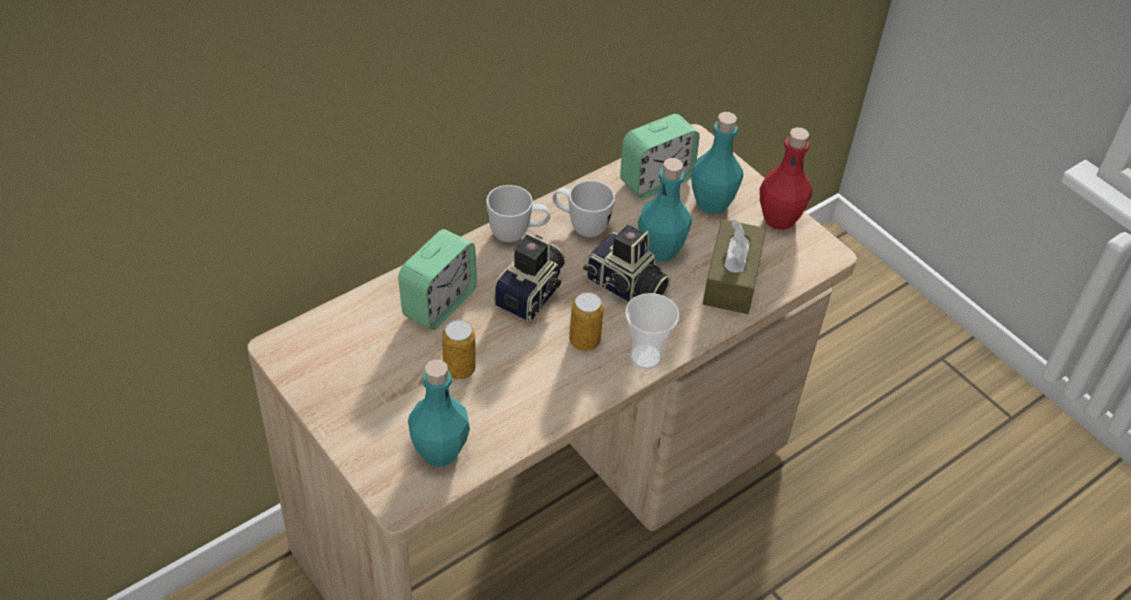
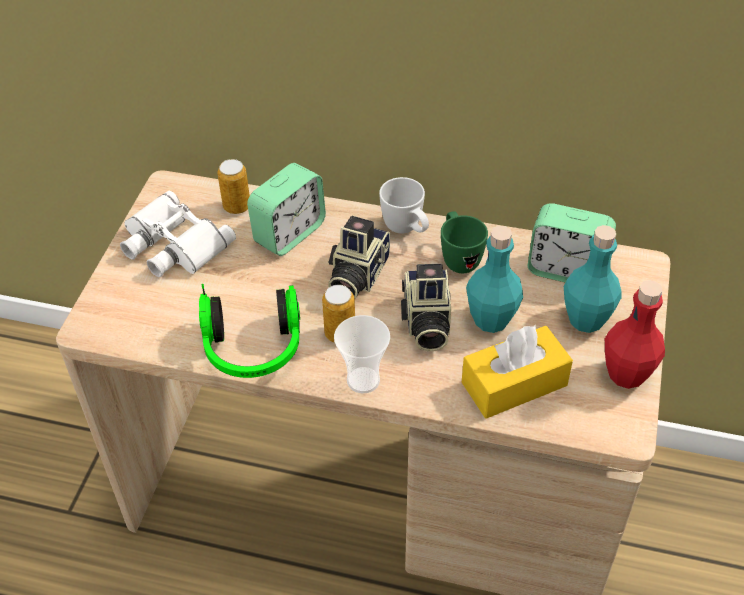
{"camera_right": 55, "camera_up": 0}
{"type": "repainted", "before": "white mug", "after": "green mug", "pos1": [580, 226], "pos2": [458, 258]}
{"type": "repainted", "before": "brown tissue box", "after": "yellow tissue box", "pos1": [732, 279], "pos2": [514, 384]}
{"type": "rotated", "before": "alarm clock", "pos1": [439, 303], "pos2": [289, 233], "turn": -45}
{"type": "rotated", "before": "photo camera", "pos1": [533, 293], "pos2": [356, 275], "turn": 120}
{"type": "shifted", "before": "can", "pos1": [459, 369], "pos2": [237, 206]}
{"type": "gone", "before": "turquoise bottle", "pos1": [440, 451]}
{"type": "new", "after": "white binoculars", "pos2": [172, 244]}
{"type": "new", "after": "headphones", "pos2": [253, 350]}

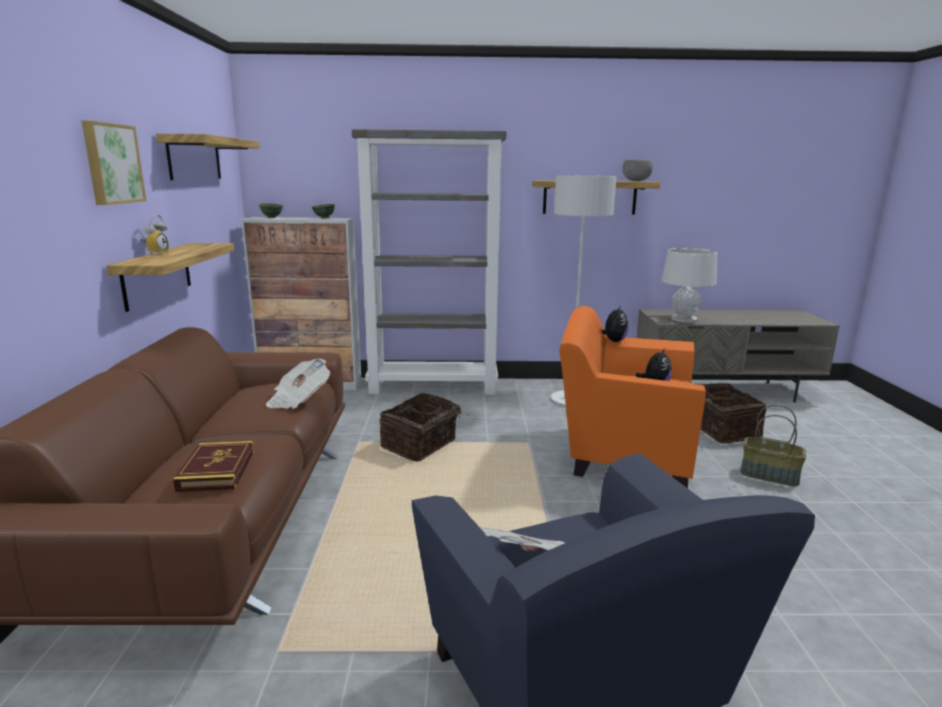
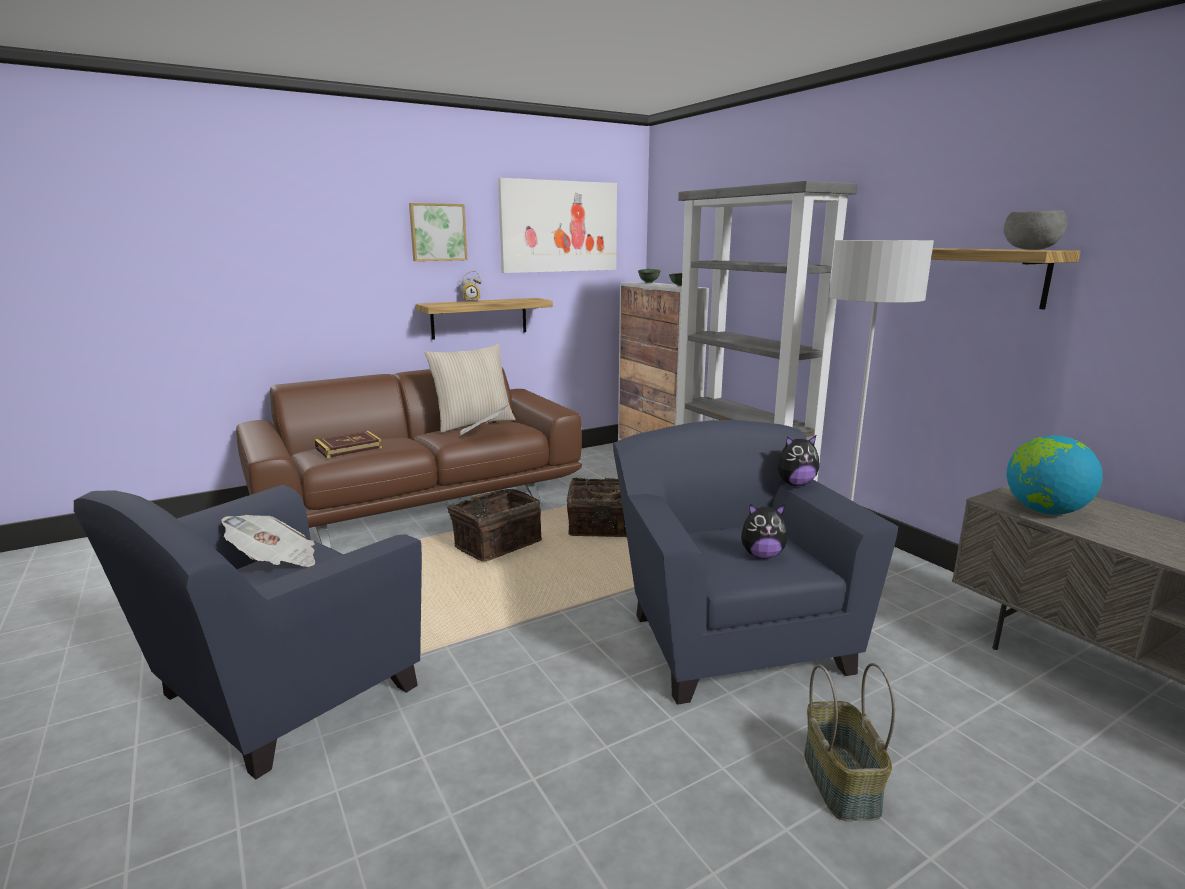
{"camera_right": 60, "camera_up": 0}
{"type": "swapped", "before": "shelf", "after": "picture", "pos1": [194, 158], "pos2": [559, 226]}
{"type": "swapped", "before": "grey table lamp", "after": "globe", "pos1": [684, 319], "pos2": [1044, 511]}
{"type": "repainted", "before": "orange armchair", "after": "blue armchair", "pos1": [621, 455], "pos2": [730, 636]}
{"type": "shifted", "before": "basket", "pos1": [721, 430], "pos2": [496, 544]}
{"type": "new", "after": "beige pillow", "pos2": [473, 423]}

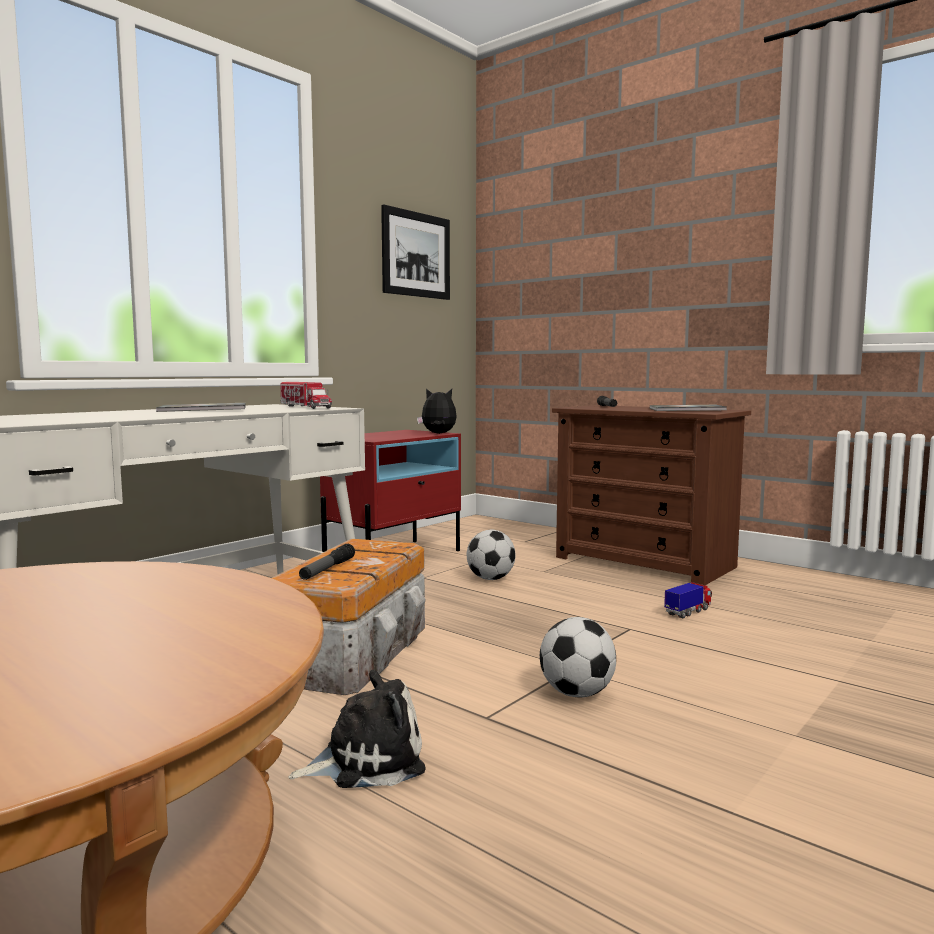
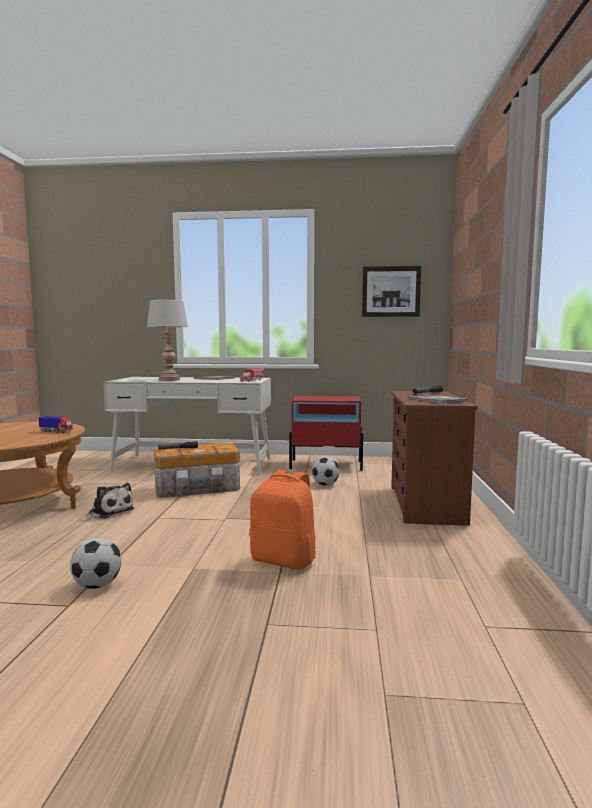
{"camera_right": 55, "camera_up": 0}
{"type": "gone", "before": "plush toy", "pos1": [438, 433]}
{"type": "shifted", "before": "toy truck", "pos1": [688, 612], "pos2": [56, 431]}
{"type": "shifted", "before": "football", "pos1": [576, 693], "pos2": [98, 585]}
{"type": "new", "after": "grey table lamp", "pos2": [169, 380]}
{"type": "new", "after": "orange backpack", "pos2": [284, 560]}

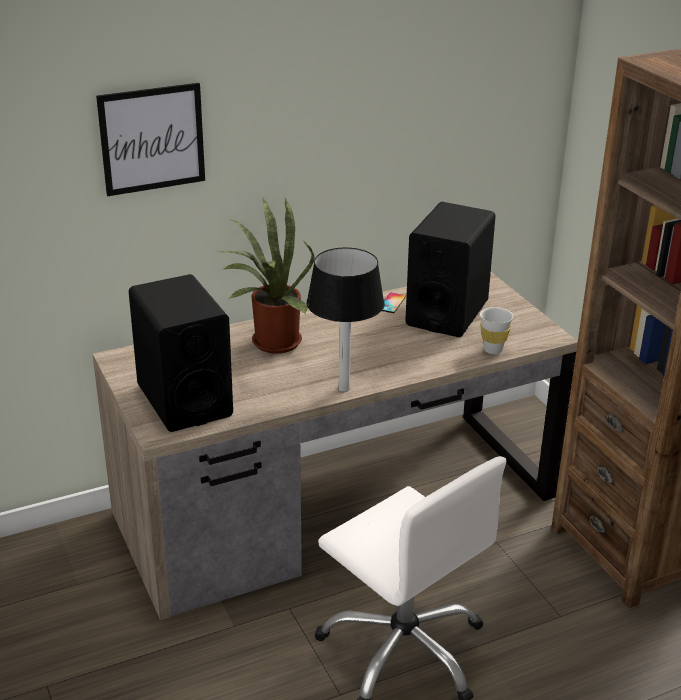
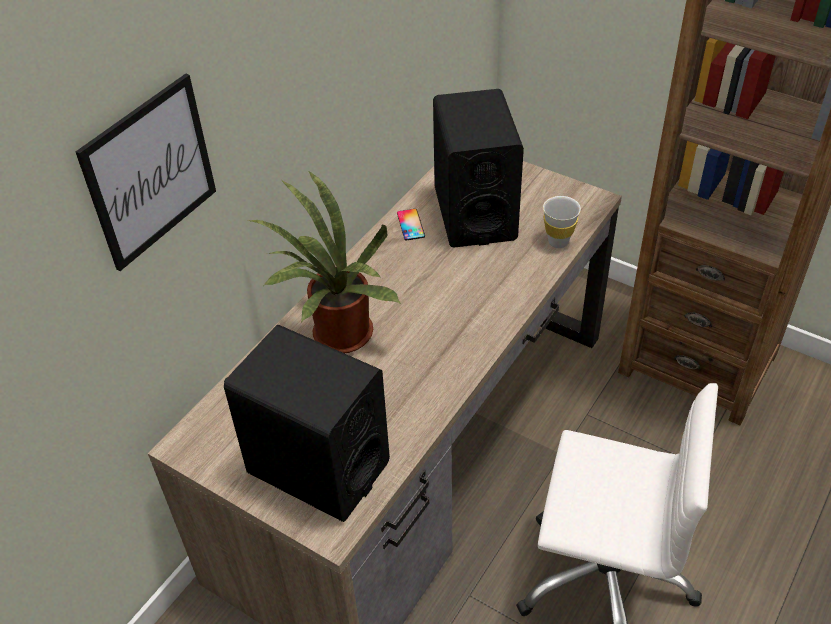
{"camera_right": -30, "camera_up": 15}
{"type": "gone", "before": "table lamp", "pos1": [343, 388]}

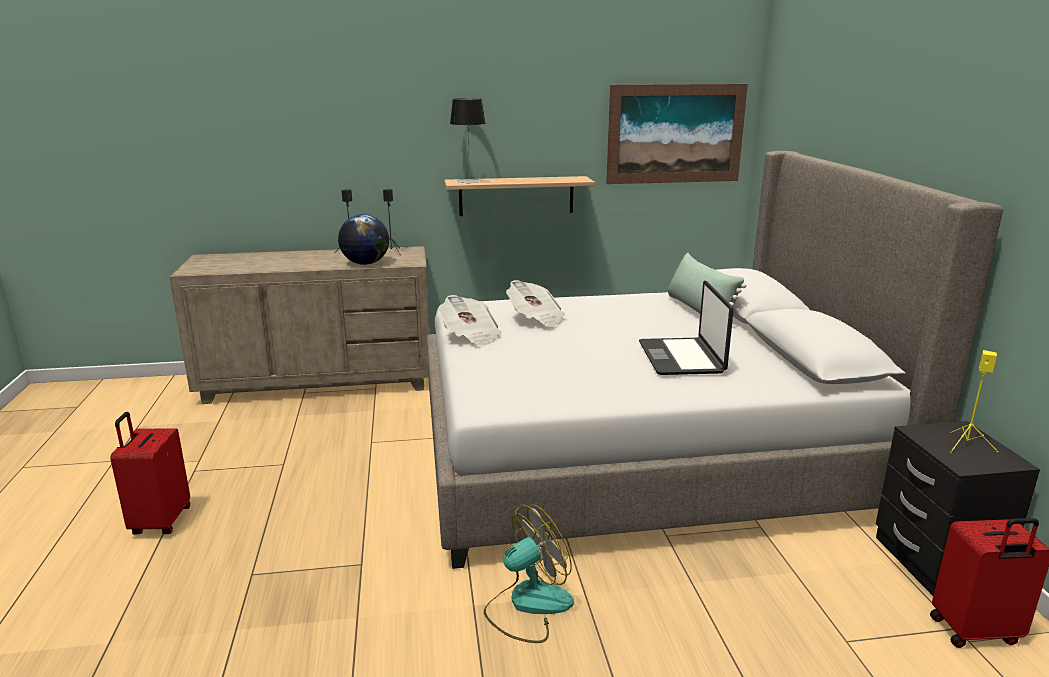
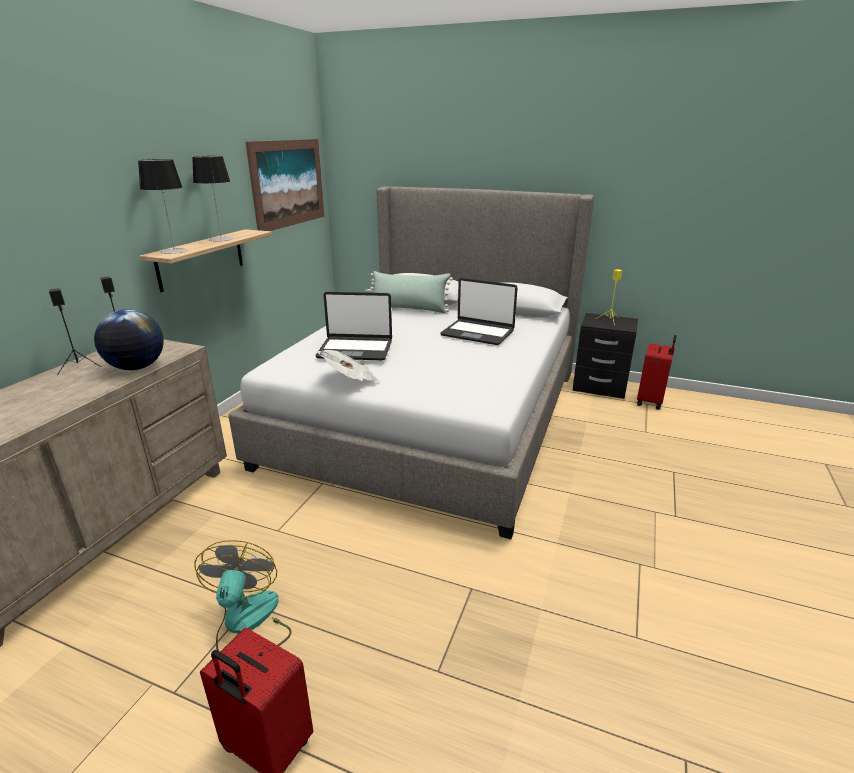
{"camera_right": -60, "camera_up": 5}
{"type": "swapped", "before": "newspaper", "after": "laptop", "pos1": [536, 318], "pos2": [355, 350]}
{"type": "shifted", "before": "fan", "pos1": [528, 605], "pos2": [248, 624]}
{"type": "new", "after": "table lamp", "pos2": [221, 239]}

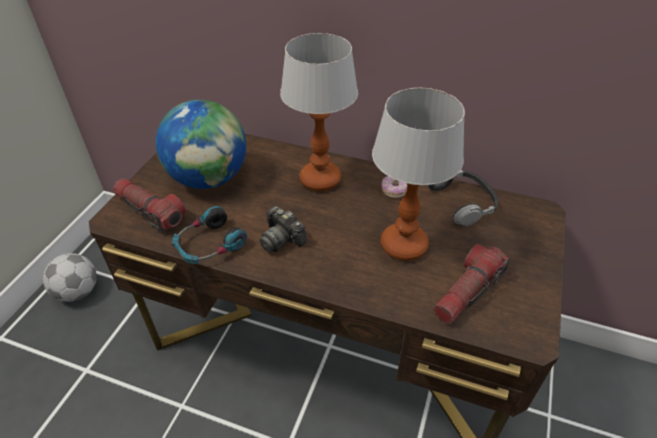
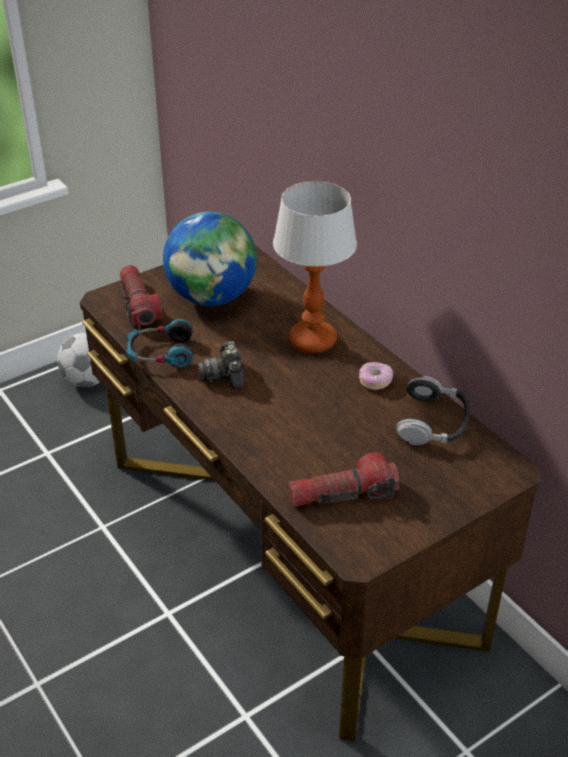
{"camera_right": 35, "camera_up": -5}
{"type": "gone", "before": "table lamp", "pos1": [403, 245]}

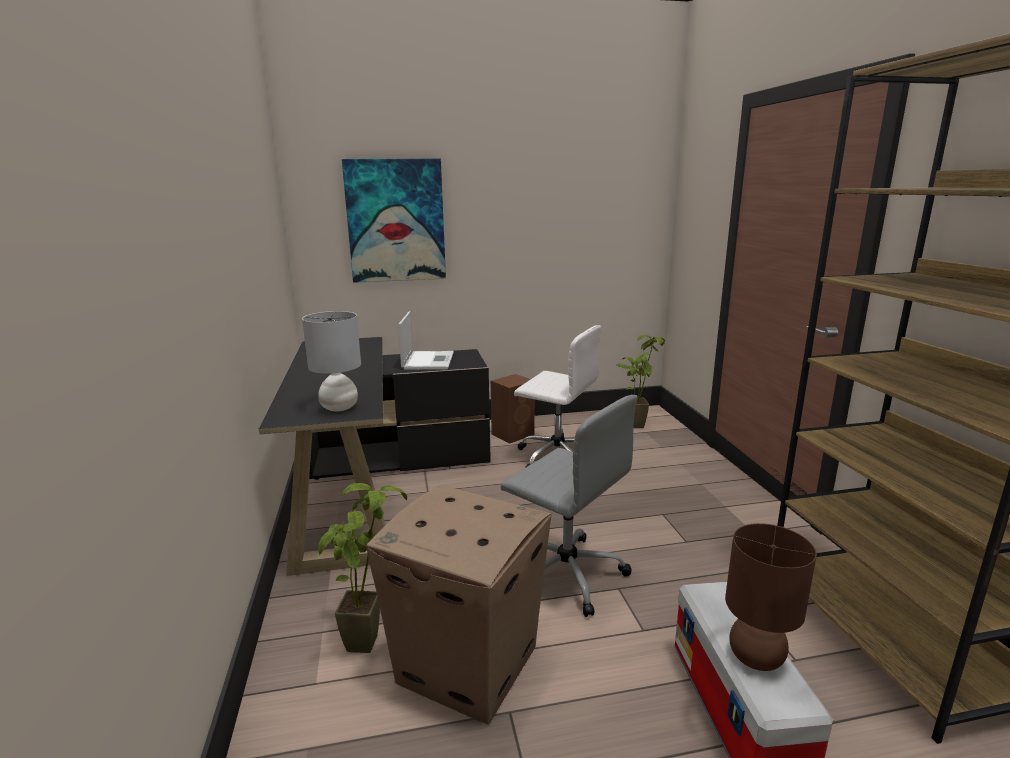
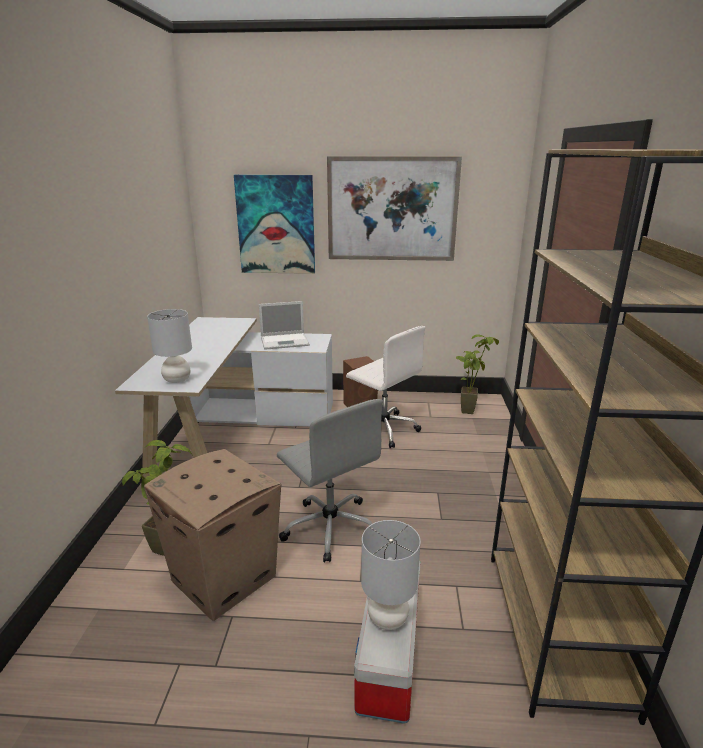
{"camera_right": 15, "camera_up": 5}
{"type": "rotated", "before": "laptop", "pos1": [428, 360], "pos2": [285, 341], "turn": 60}
{"type": "repainted", "before": "black desk", "after": "white desk", "pos1": [377, 485], "pos2": [235, 433]}
{"type": "repainted", "before": "brown table lamp", "after": "grey table lamp", "pos1": [756, 658], "pos2": [388, 619]}
{"type": "new", "after": "picture", "pos2": [392, 209]}

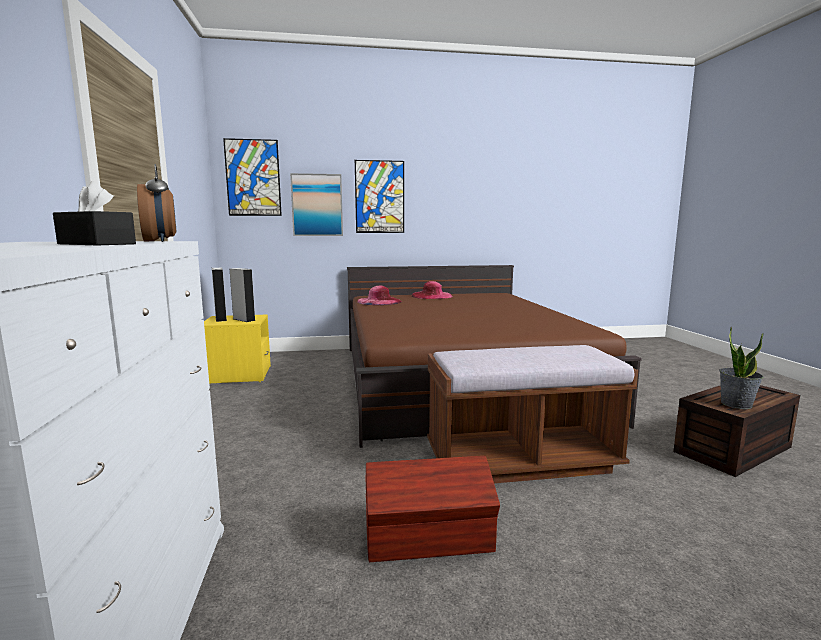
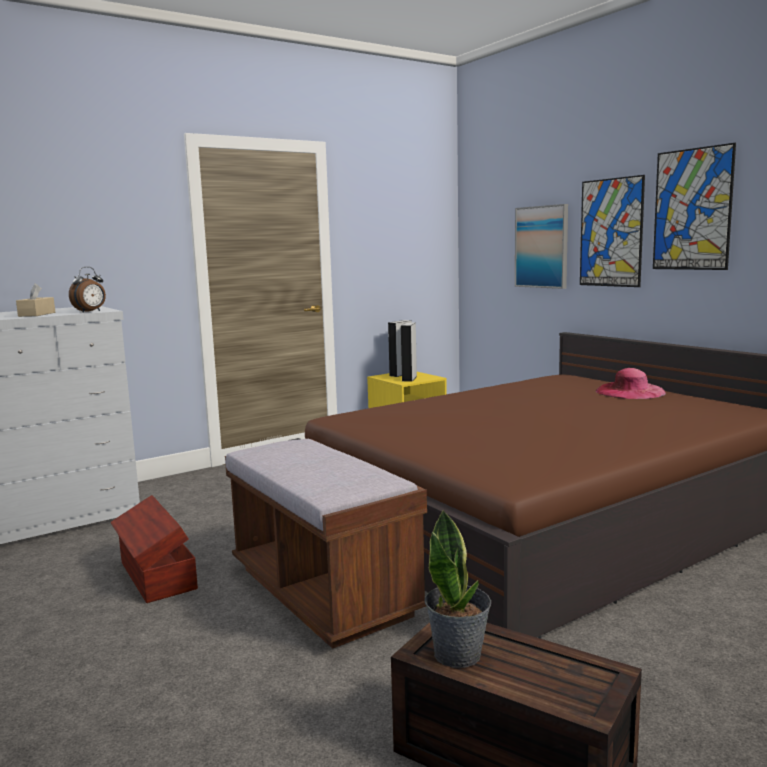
{"camera_right": 65, "camera_up": 0}
{"type": "shifted", "before": "picture", "pos1": [253, 178], "pos2": [692, 209]}
{"type": "repainted", "before": "black tissue box", "after": "beige tissue box", "pos1": [96, 244], "pos2": [37, 314]}
{"type": "gone", "before": "pink hat", "pos1": [379, 301]}

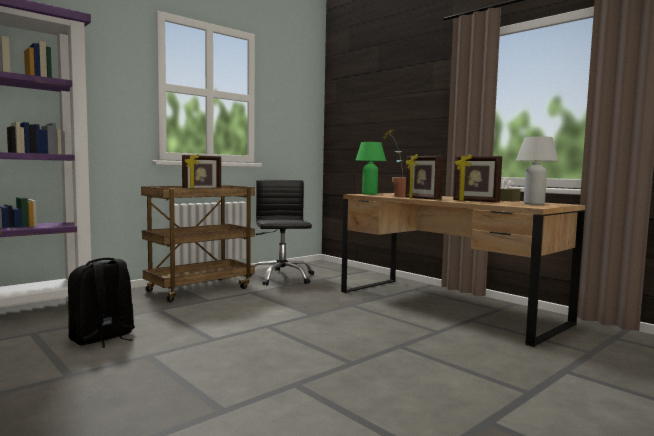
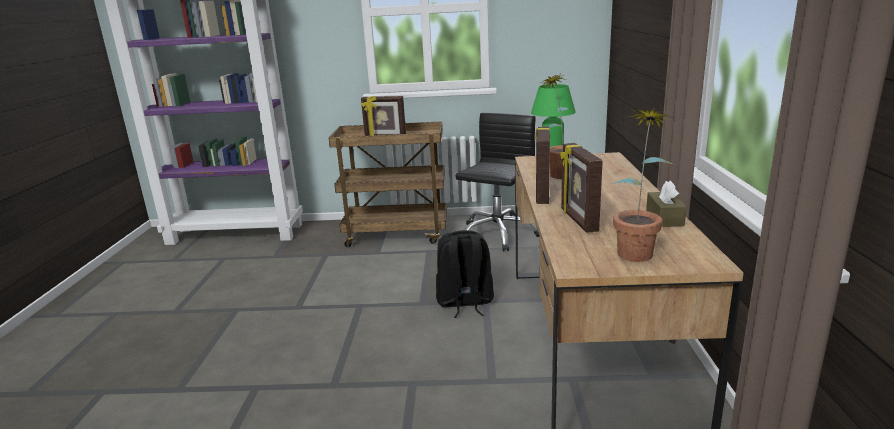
{"camera_right": 45, "camera_up": 15}
{"type": "swapped", "before": "white table lamp", "after": "potted plant", "pos1": [534, 204], "pos2": [637, 250]}
{"type": "shifted", "before": "black backpack", "pos1": [102, 338], "pos2": [464, 302]}

